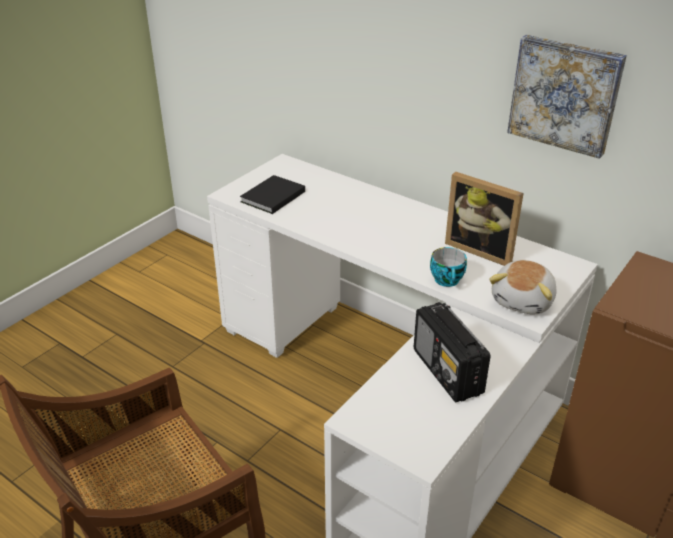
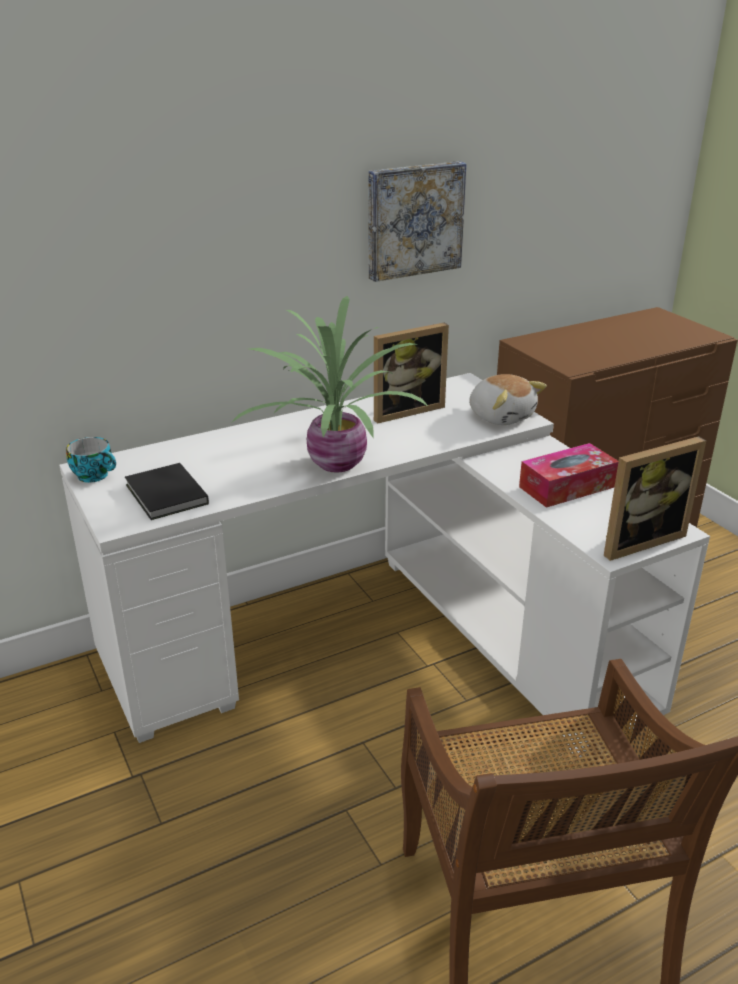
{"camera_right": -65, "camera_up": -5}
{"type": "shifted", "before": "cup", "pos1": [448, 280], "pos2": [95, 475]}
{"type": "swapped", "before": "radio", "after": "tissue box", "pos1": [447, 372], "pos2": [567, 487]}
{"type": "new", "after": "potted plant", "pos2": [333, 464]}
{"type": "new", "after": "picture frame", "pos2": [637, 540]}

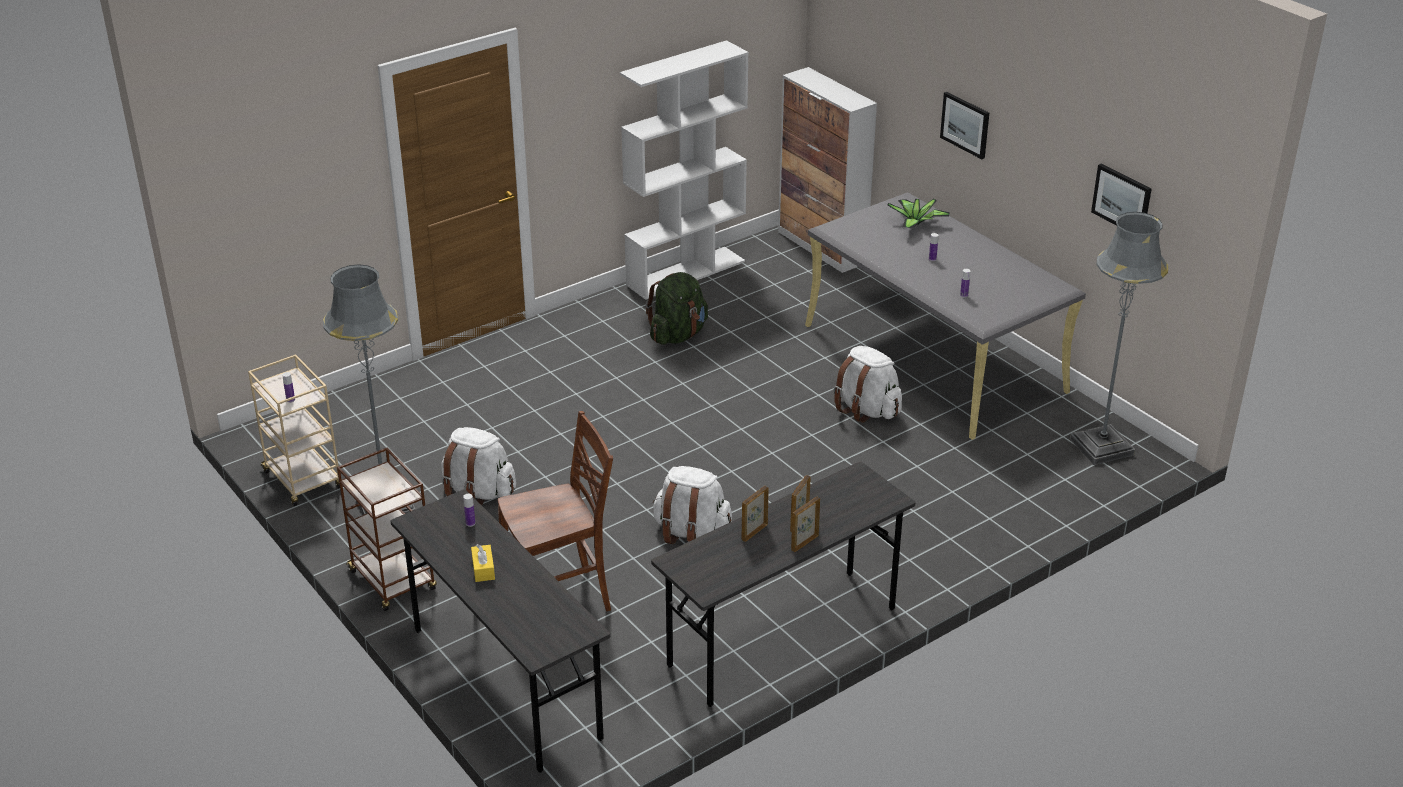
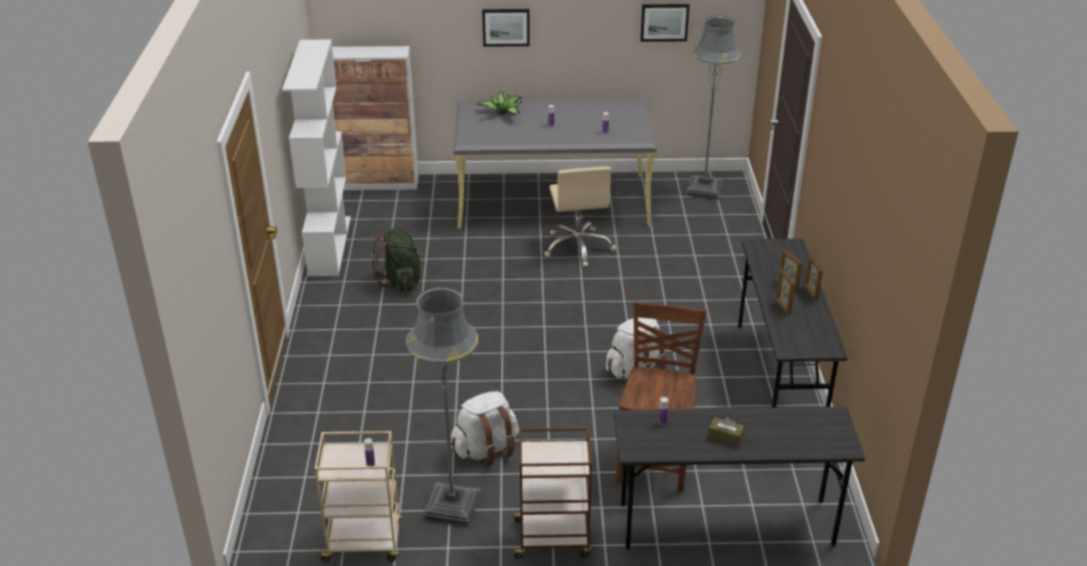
{"camera_right": -55, "camera_up": 0}
{"type": "swapped", "before": "white backpack", "after": "beige office chair", "pos1": [866, 410], "pos2": [578, 247]}
{"type": "repainted", "before": "yellow tissue box", "after": "brown tissue box", "pos1": [483, 569], "pos2": [725, 436]}

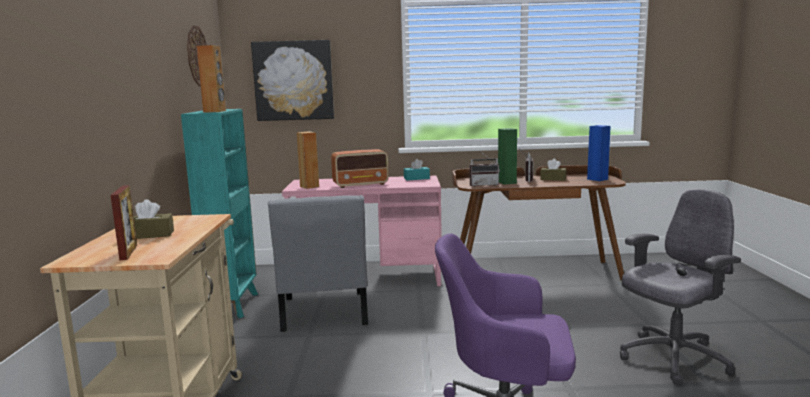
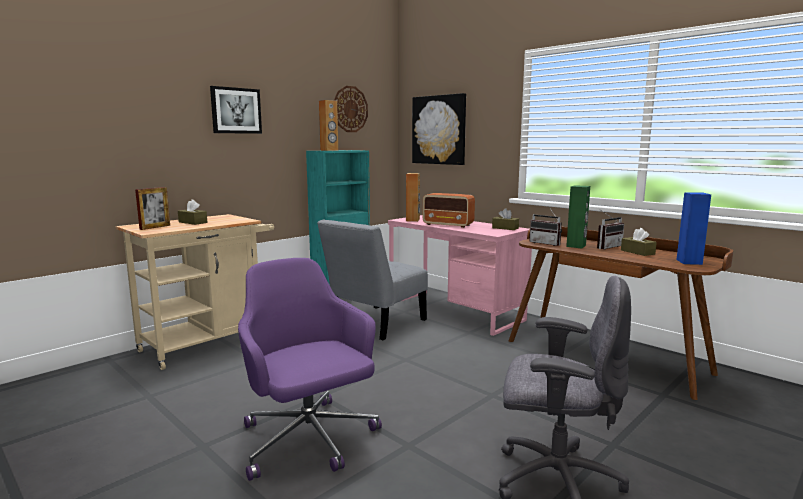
{"camera_right": 45, "camera_up": 0}
{"type": "repainted", "before": "turquoise tissue box", "after": "brown tissue box", "pos1": [416, 178], "pos2": [505, 228]}
{"type": "new", "after": "picture", "pos2": [236, 110]}

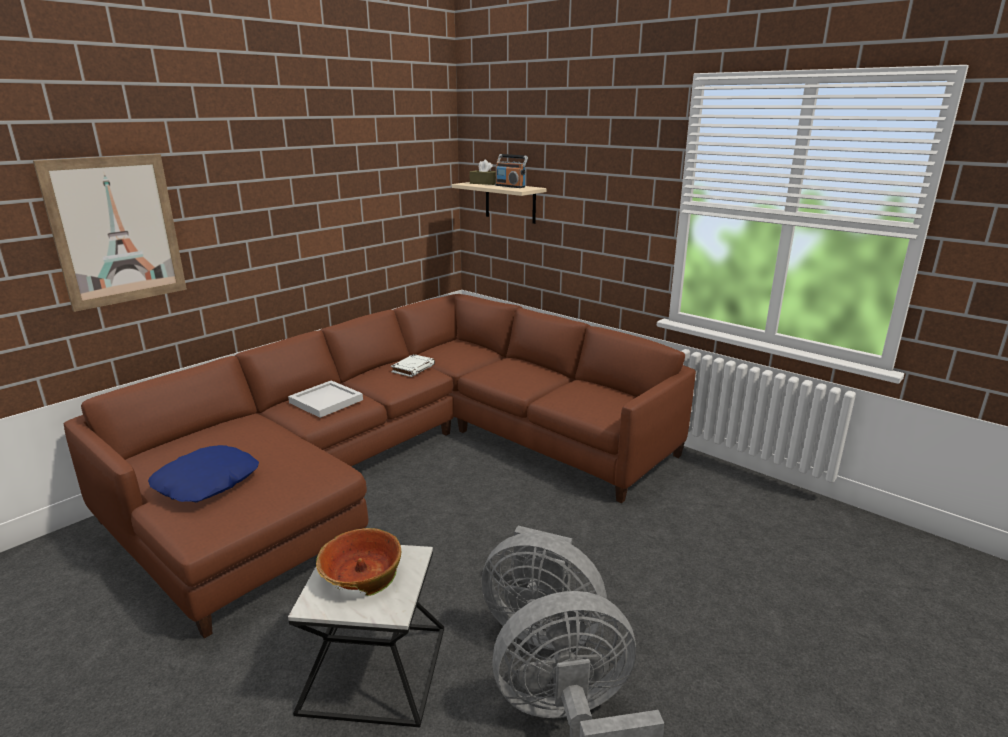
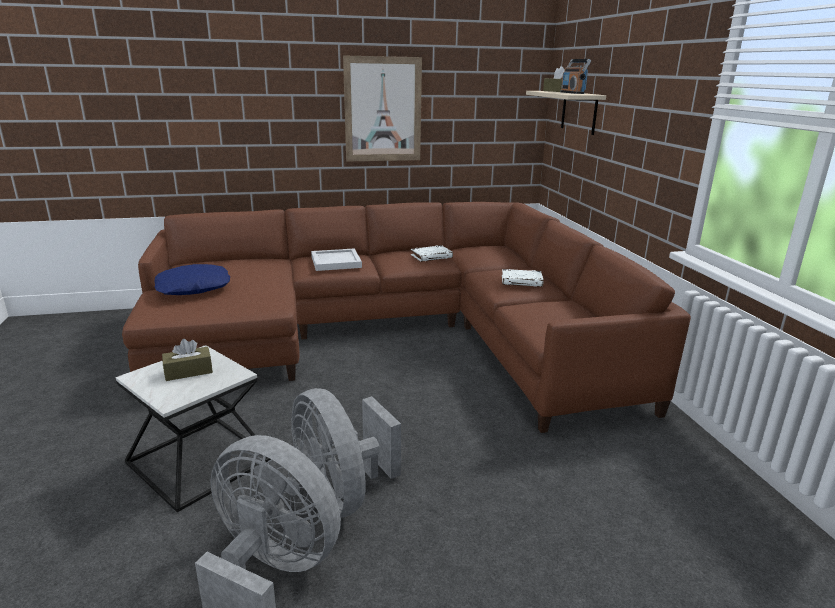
{"camera_right": 35, "camera_up": 0}
{"type": "shifted", "before": "picture", "pos1": [116, 231], "pos2": [383, 110]}
{"type": "swapped", "before": "bowl", "after": "brown tissue box", "pos1": [361, 574], "pos2": [188, 371]}
{"type": "new", "after": "white book", "pos2": [522, 281]}

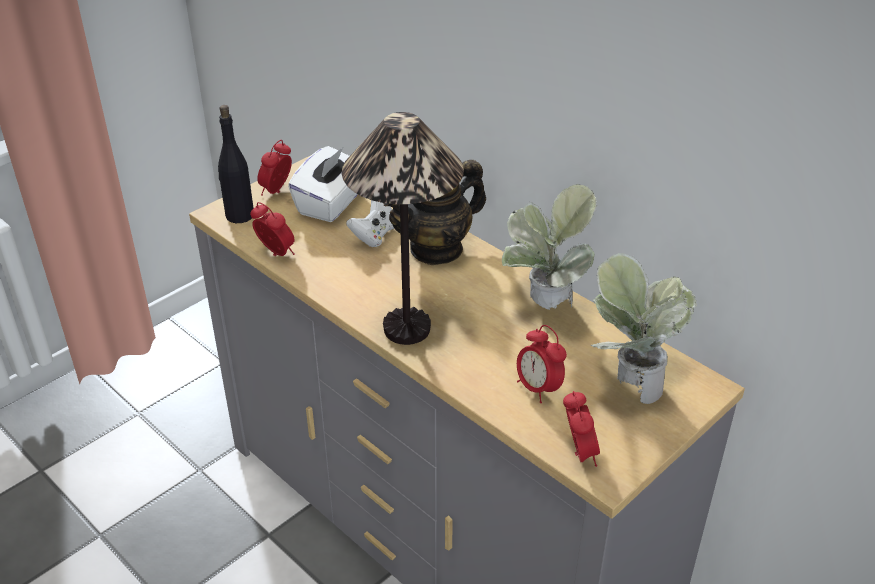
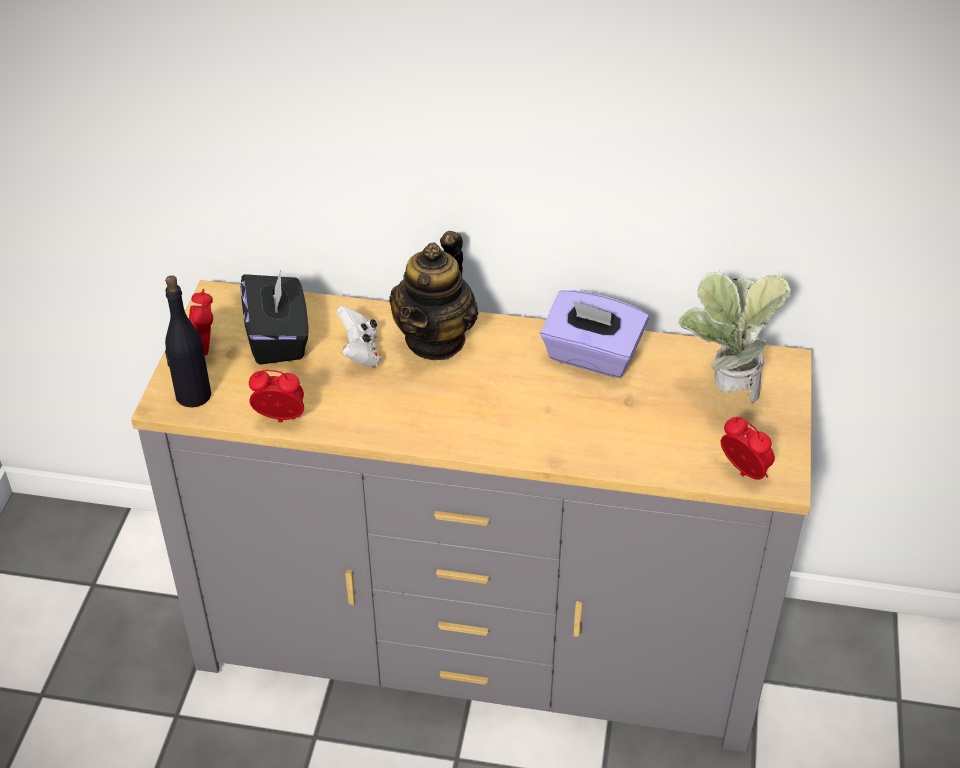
{"camera_right": -35, "camera_up": 5}
{"type": "gone", "before": "table lamp", "pos1": [406, 328]}
{"type": "repainted", "before": "white tissue box", "after": "black tissue box", "pos1": [331, 204], "pos2": [278, 338]}
{"type": "swapped", "before": "potted plant", "after": "purple tissue box", "pos1": [542, 310], "pos2": [591, 356]}
{"type": "gone", "before": "alarm clock", "pos1": [538, 388]}

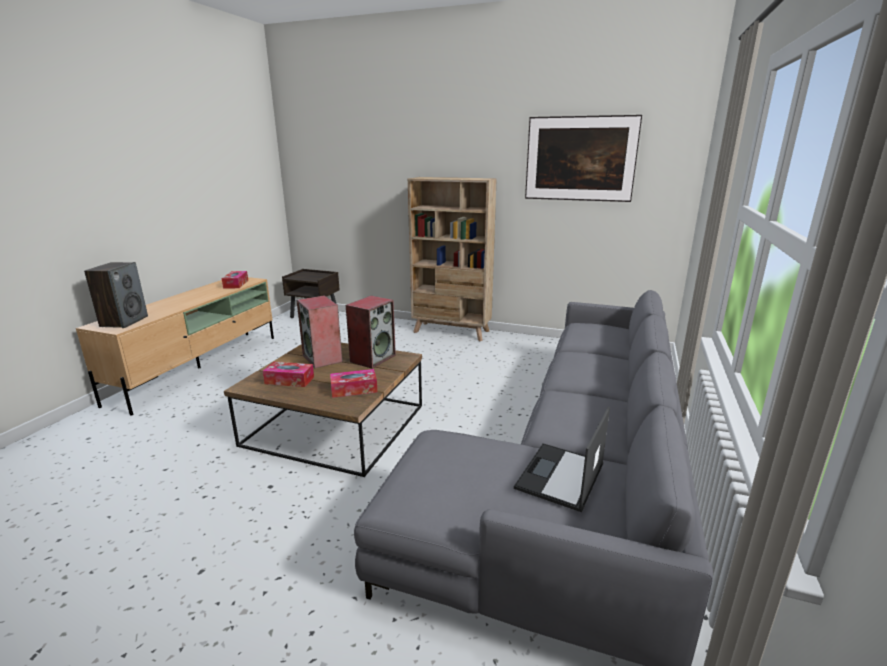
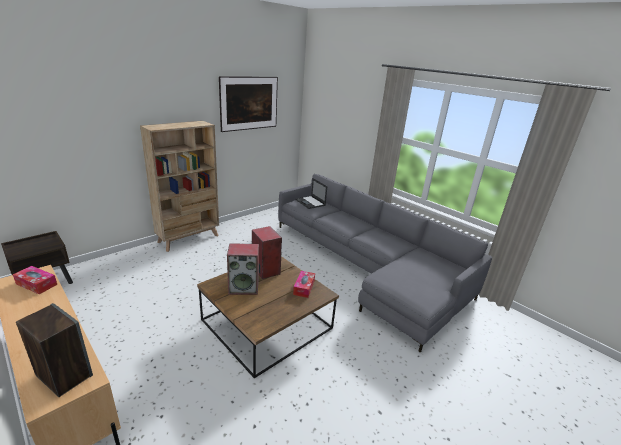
{"camera_right": -65, "camera_up": 5}
{"type": "gone", "before": "tissue box", "pos1": [289, 380]}
{"type": "shifted", "before": "laptop", "pos1": [560, 477], "pos2": [310, 202]}

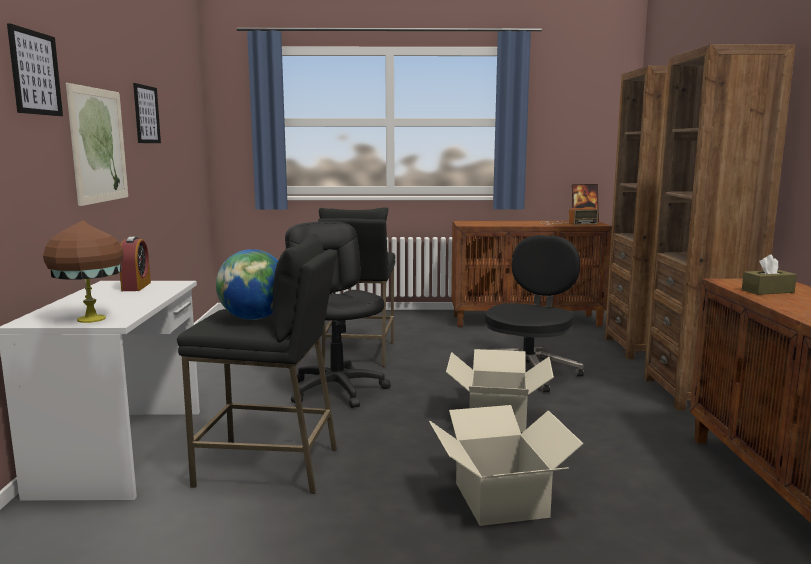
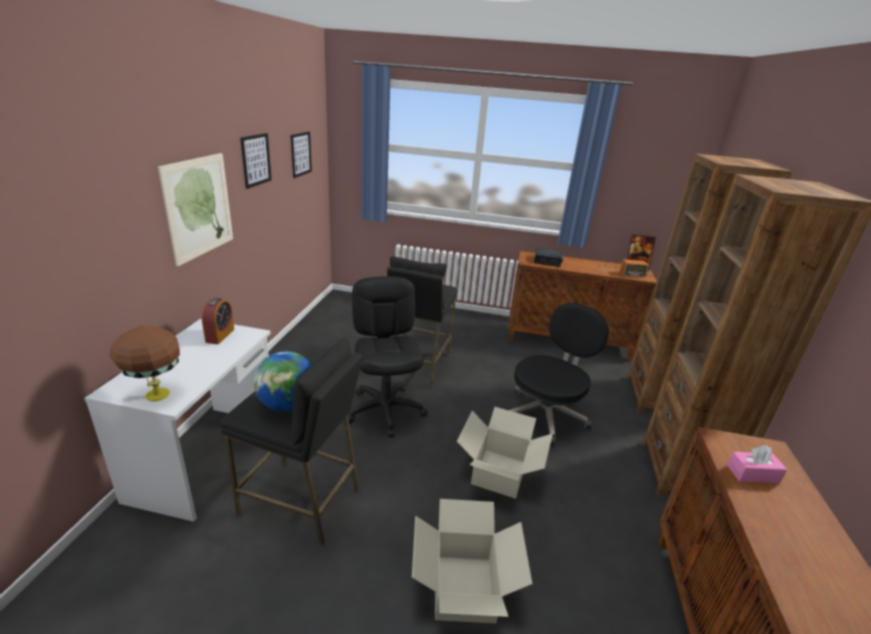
{"camera_right": 10, "camera_up": 15}
{"type": "shifted", "before": "picture", "pos1": [35, 73], "pos2": [301, 154]}
{"type": "repainted", "before": "brown tissue box", "after": "pink tissue box", "pos1": [767, 291], "pos2": [752, 474]}
{"type": "new", "after": "alarm clock", "pos2": [547, 261]}

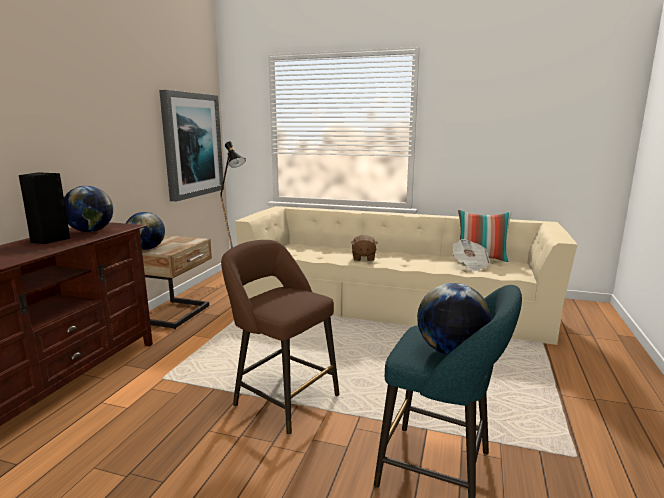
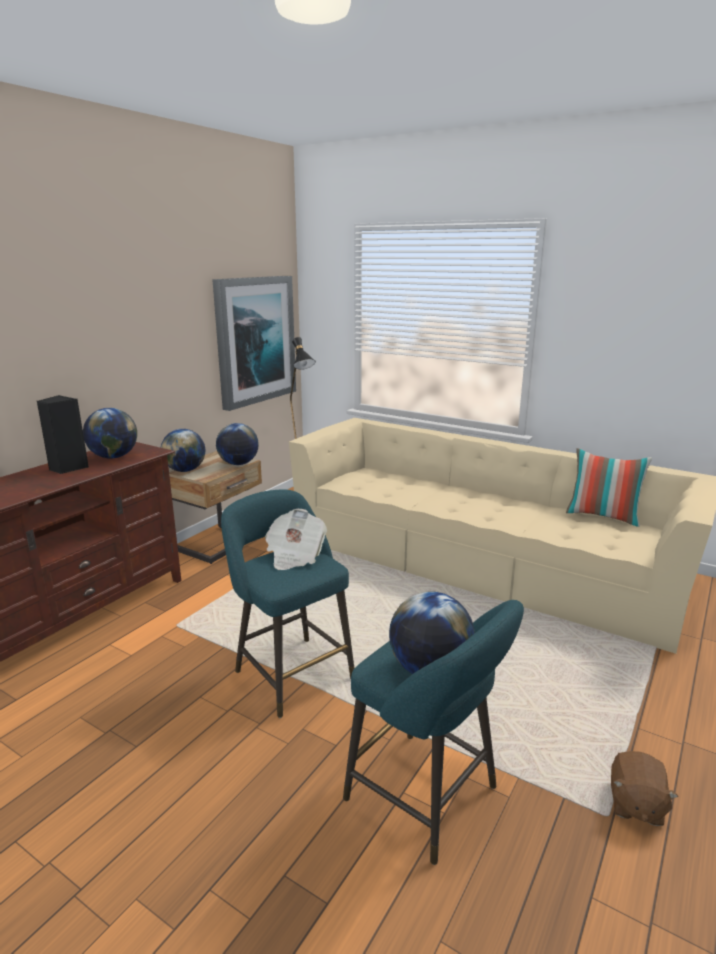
{"camera_right": 15, "camera_up": 5}
{"type": "shifted", "before": "brown plush toy", "pos1": [363, 258], "pos2": [635, 804]}
{"type": "shifted", "before": "newspaper", "pos1": [470, 265], "pos2": [295, 555]}
{"type": "repainted", "before": "brown stool", "after": "turquoise stool", "pos1": [282, 398], "pos2": [291, 672]}
{"type": "new", "after": "globe", "pos2": [238, 464]}

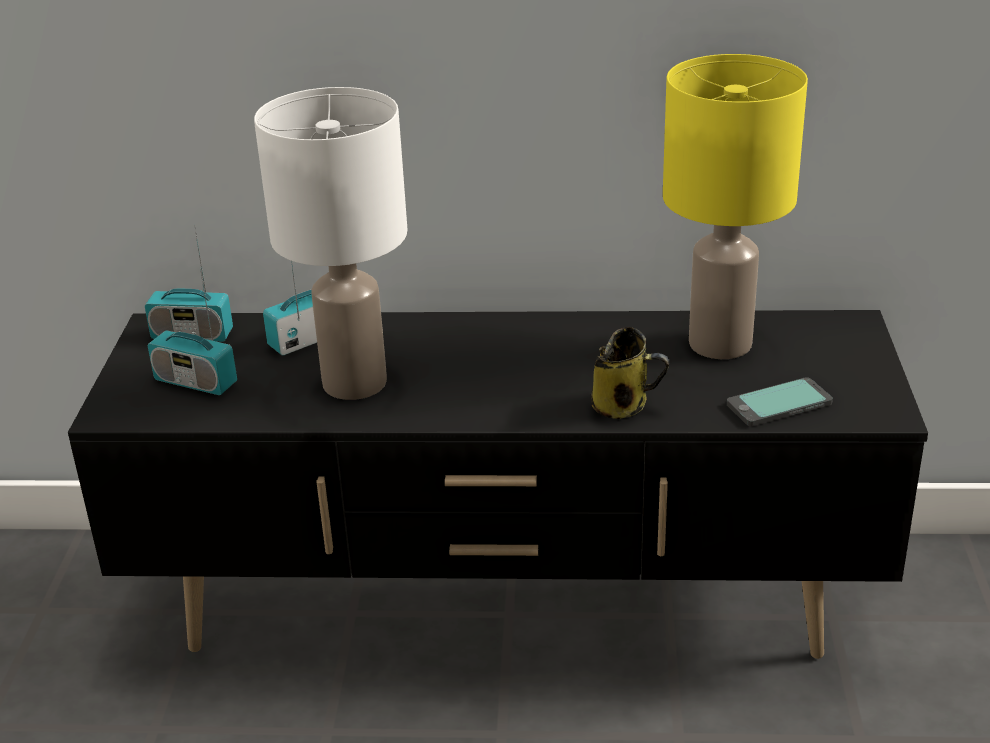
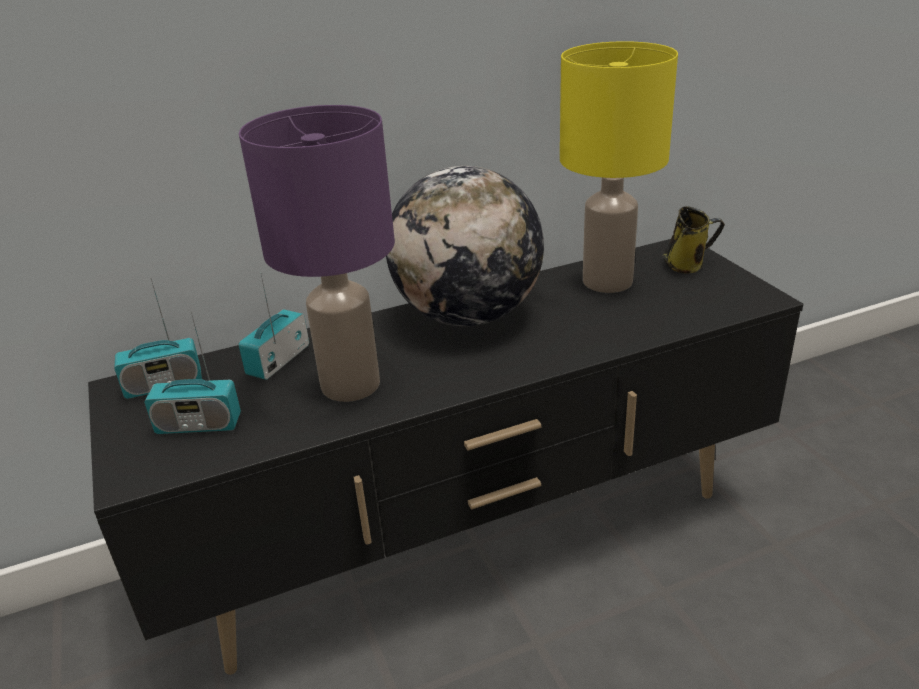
{"camera_right": -25, "camera_up": 0}
{"type": "repainted", "before": "white table lamp", "after": "purple table lamp", "pos1": [356, 382], "pos2": [351, 383]}
{"type": "shifted", "before": "mug", "pos1": [623, 405], "pos2": [686, 265]}
{"type": "gone", "before": "phone", "pos1": [779, 404]}
{"type": "new", "after": "globe", "pos2": [468, 315]}

